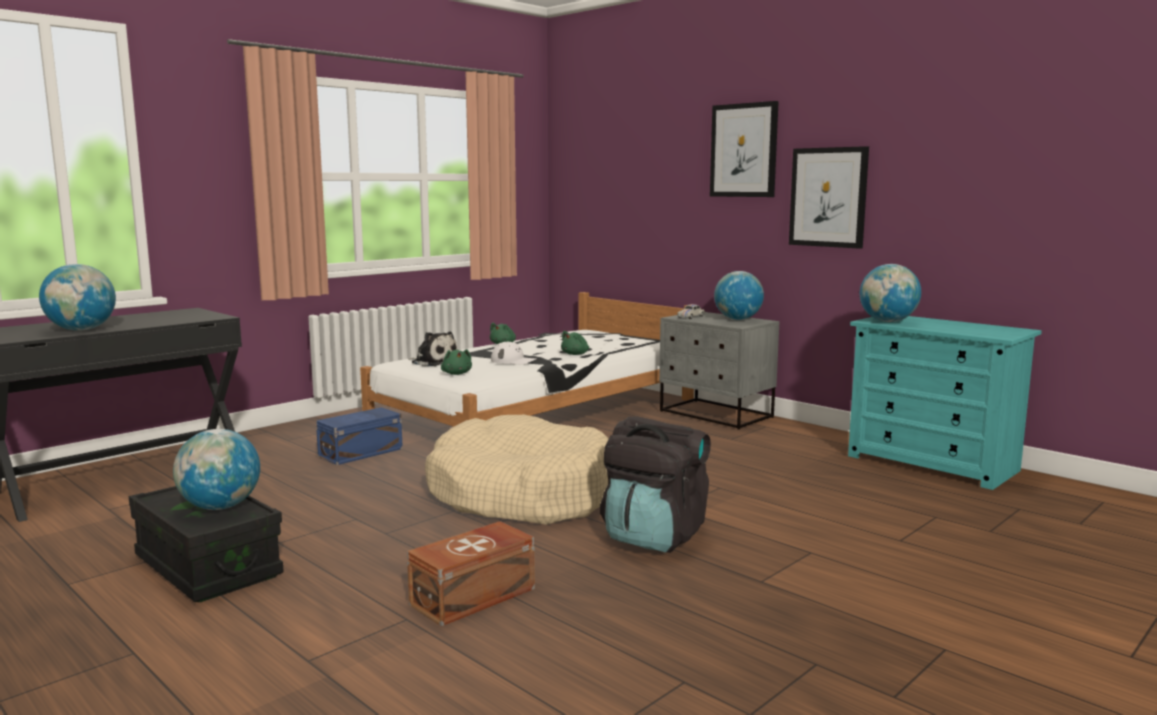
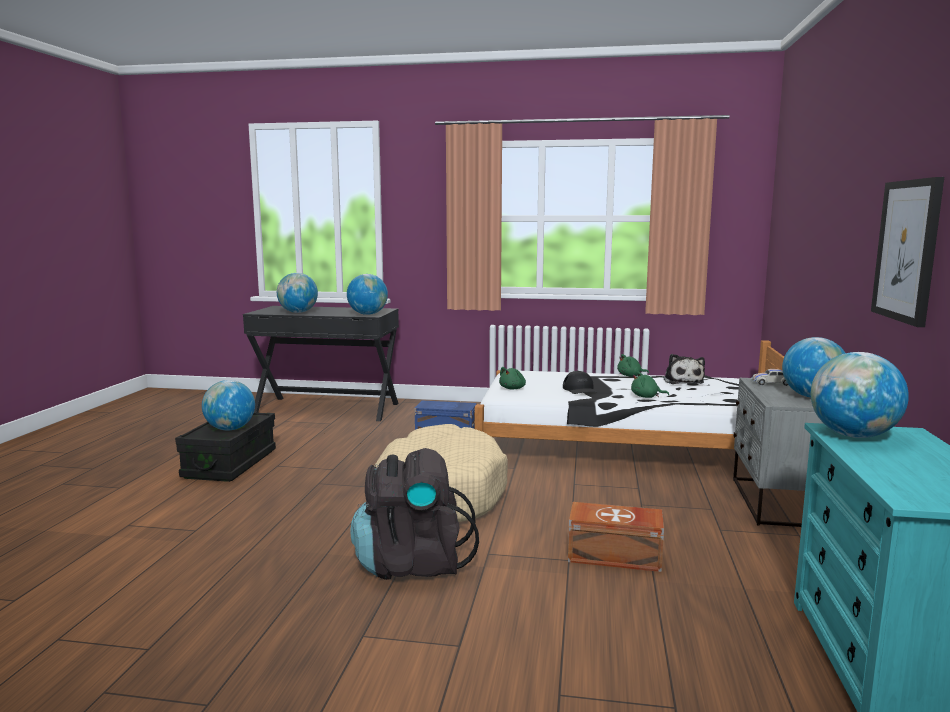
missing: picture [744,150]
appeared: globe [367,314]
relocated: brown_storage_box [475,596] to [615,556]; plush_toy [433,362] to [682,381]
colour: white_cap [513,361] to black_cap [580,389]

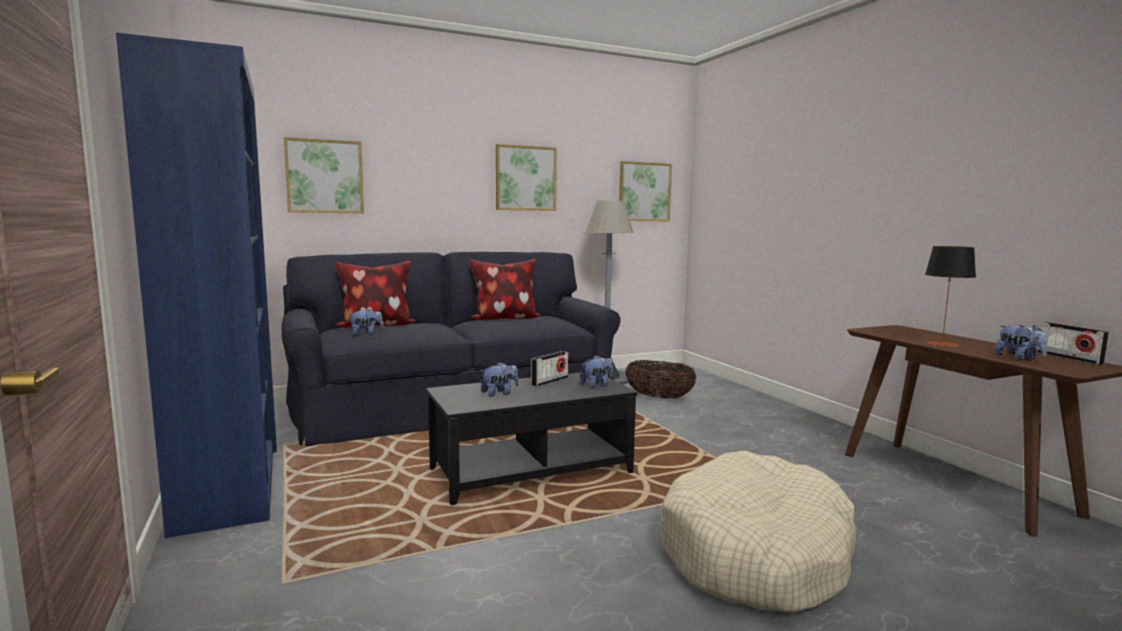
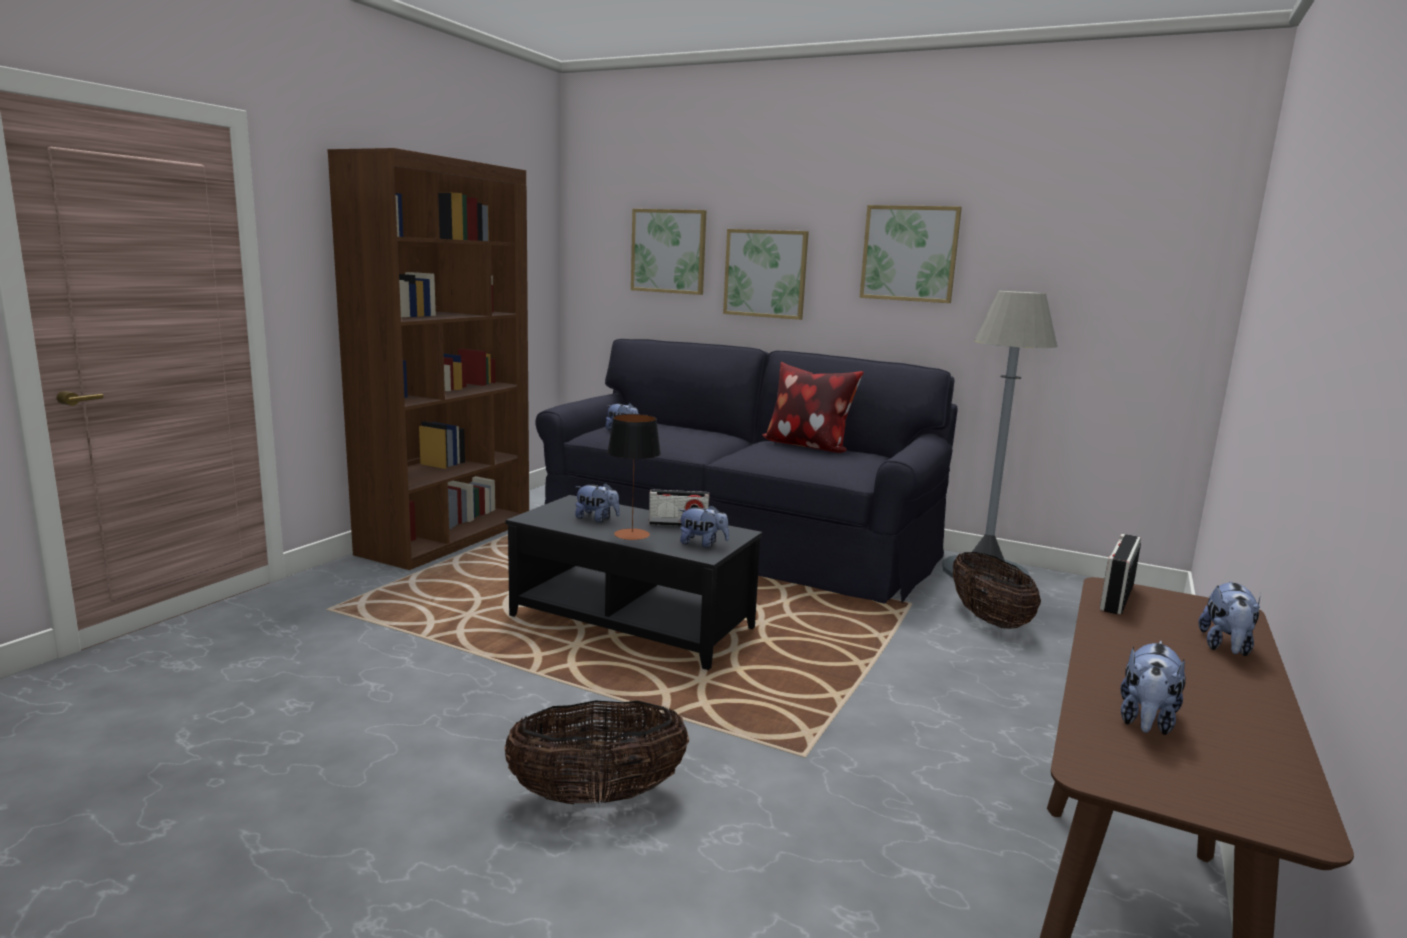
missing: pillow [375,326]
appeared: plush_toy [1226,647]
relocated: picture [644,192] to [765,273]; table_lamp [942,344] to [632,534]; radio [1069,358] to [1116,597]
exchanged: beige_dog_bed [756,554] to basket [597,795]
colour: blue_bookcase [230,484] to brown_bookcase [447,537]

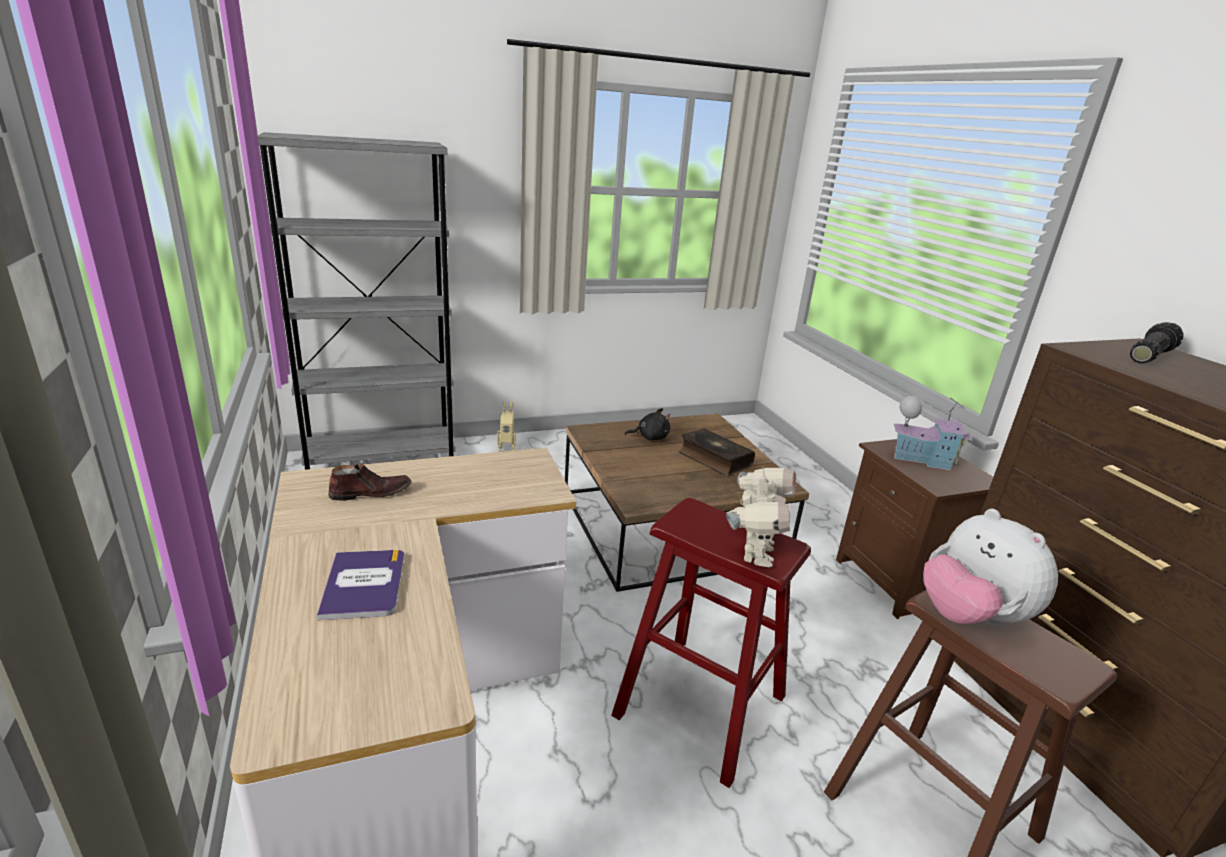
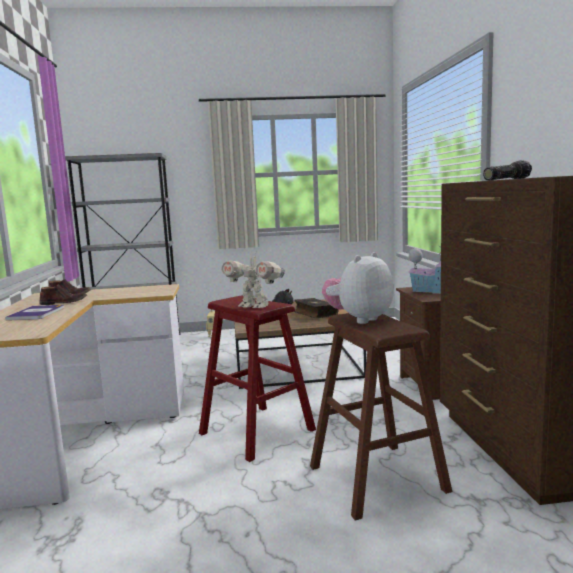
appeared: brown_shoe [64,302]
spun: toy_robot [754,553] = [254,306] 90 degrees clockwise; plush_toy [970,617] = [359,319] 60 degrees clockwise

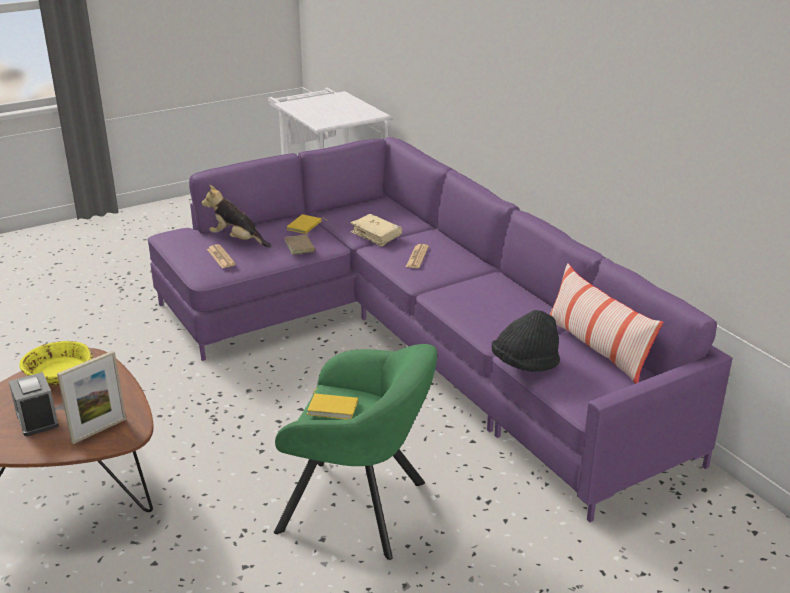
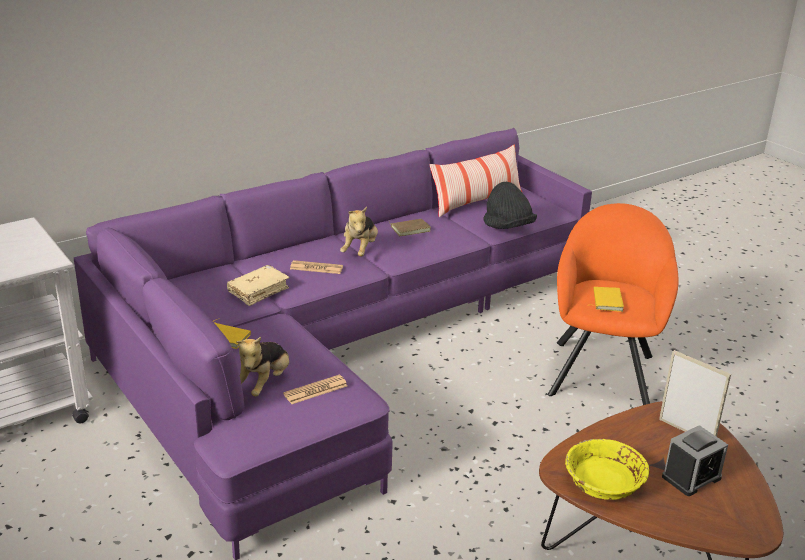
appeared: plush_toy [360,250]
relocated: brown_book [301,246] to [410,229]
colour: green_armchair [360,508] to orange_armchair [602,370]

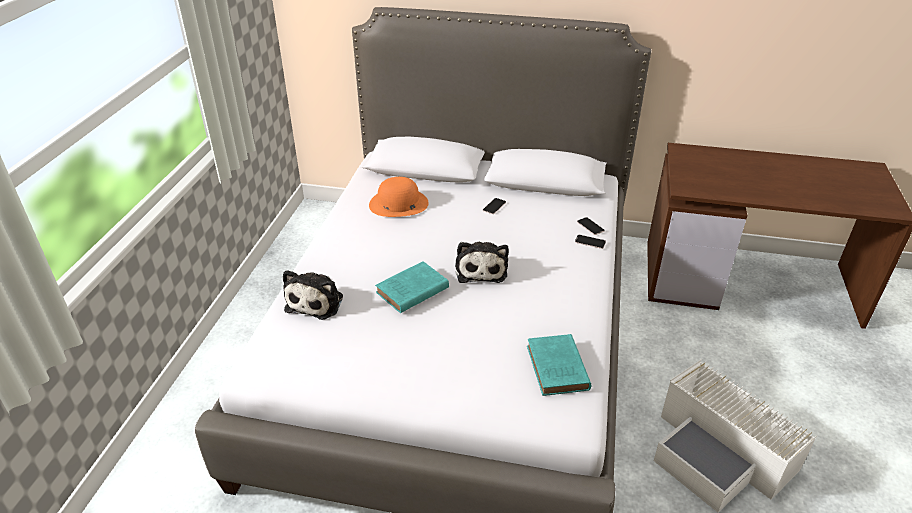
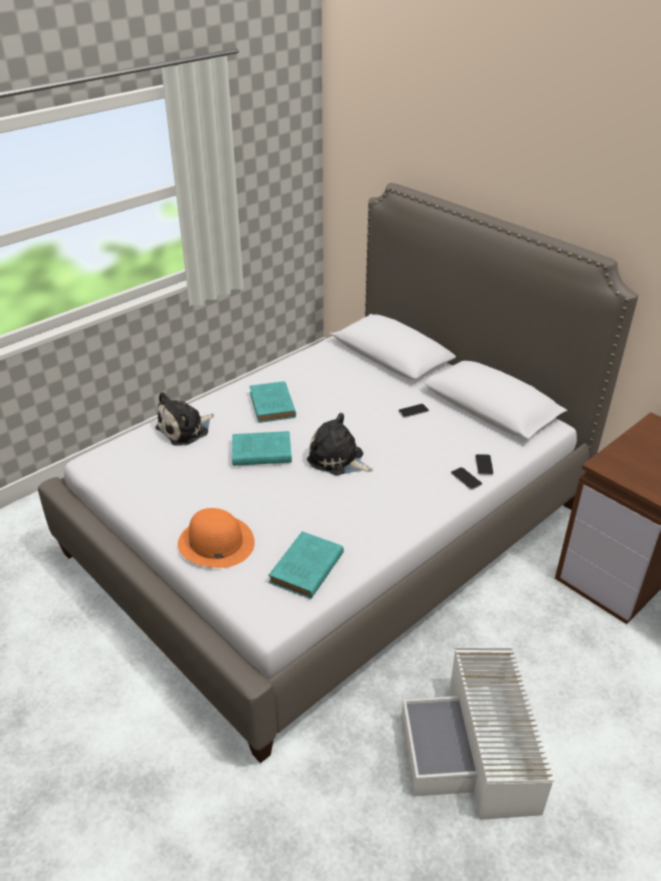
appeared: turquoise_book [272,406]
relocated: orange_hat [398,204] to [215,542]
spun: plush_toy [481,269] = [338,460] 90 degrees clockwise

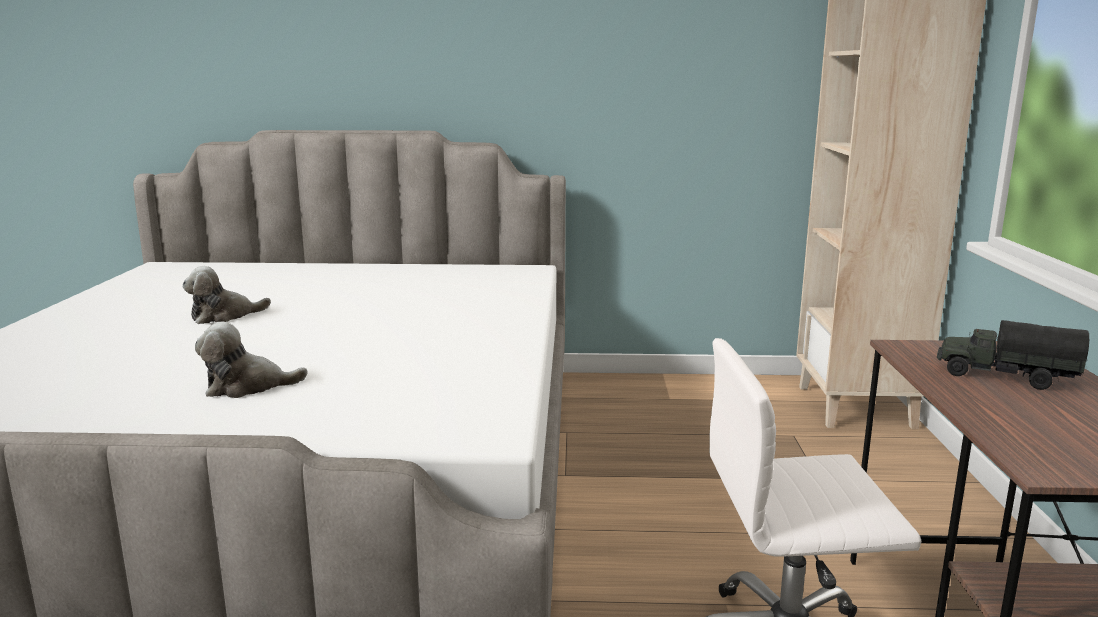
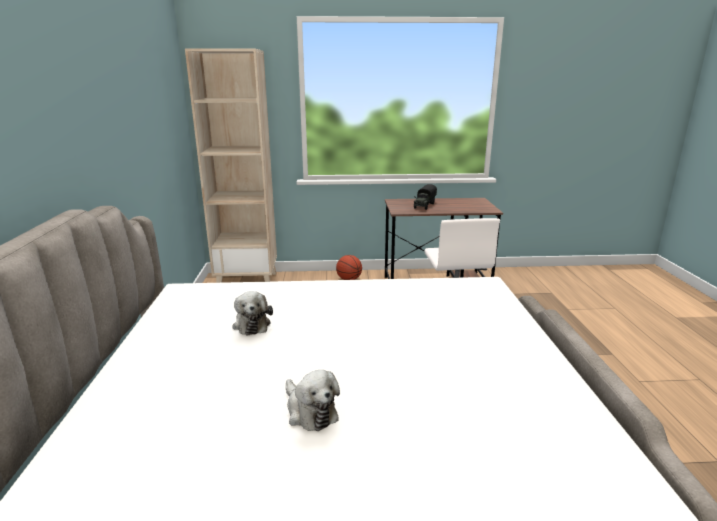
appeared: basketball [349,279]
relocated: plush_toy [247,386] to [252,324]

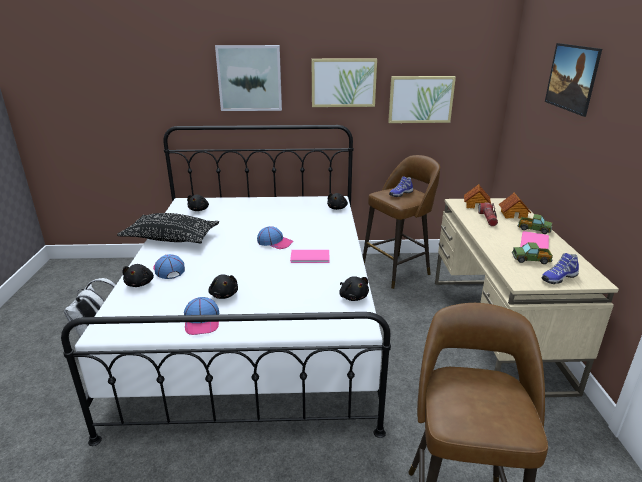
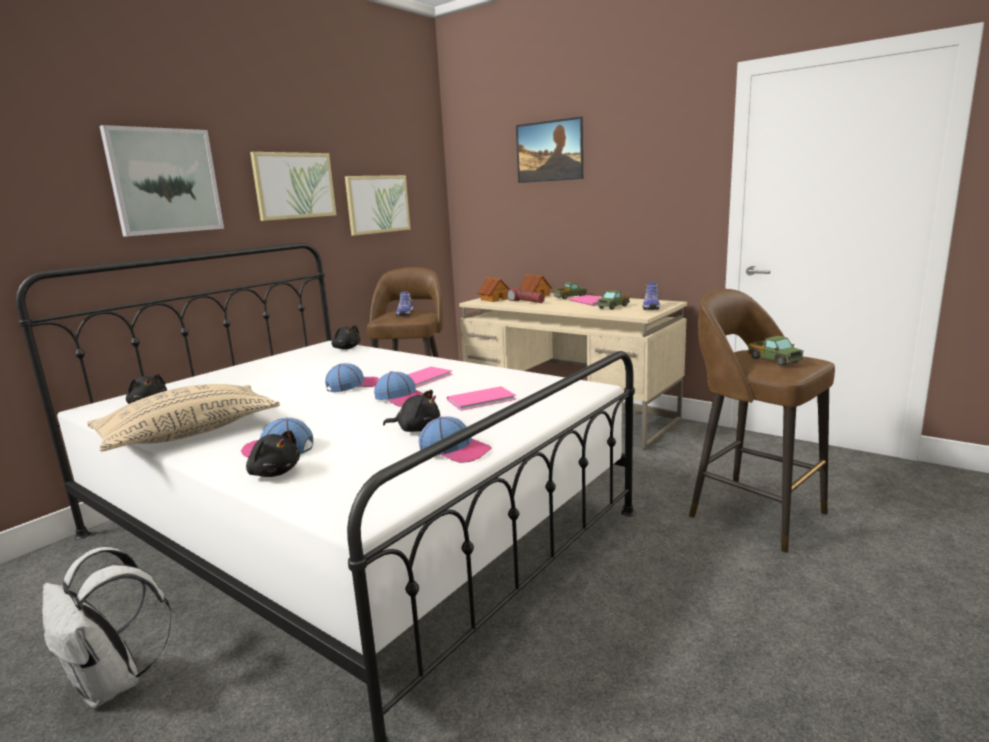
missing: black_plush_toy [353,297]
appeared: cap [402,398]; pink_book [483,400]; toy_truck [774,360]
colour: black_pillow [171,238] to beige_pillow [189,433]

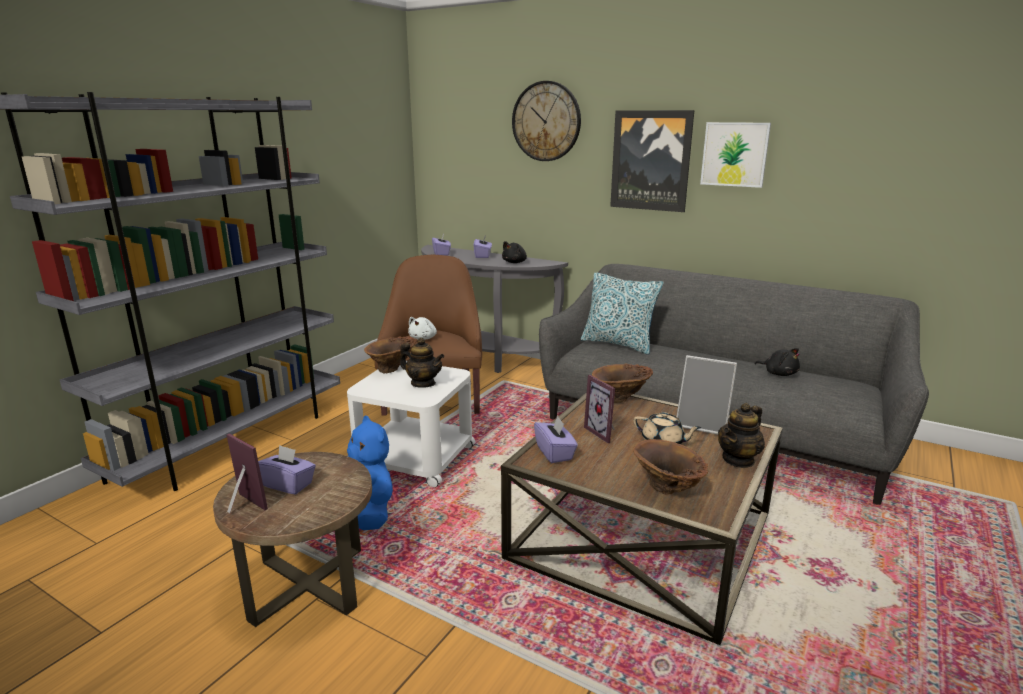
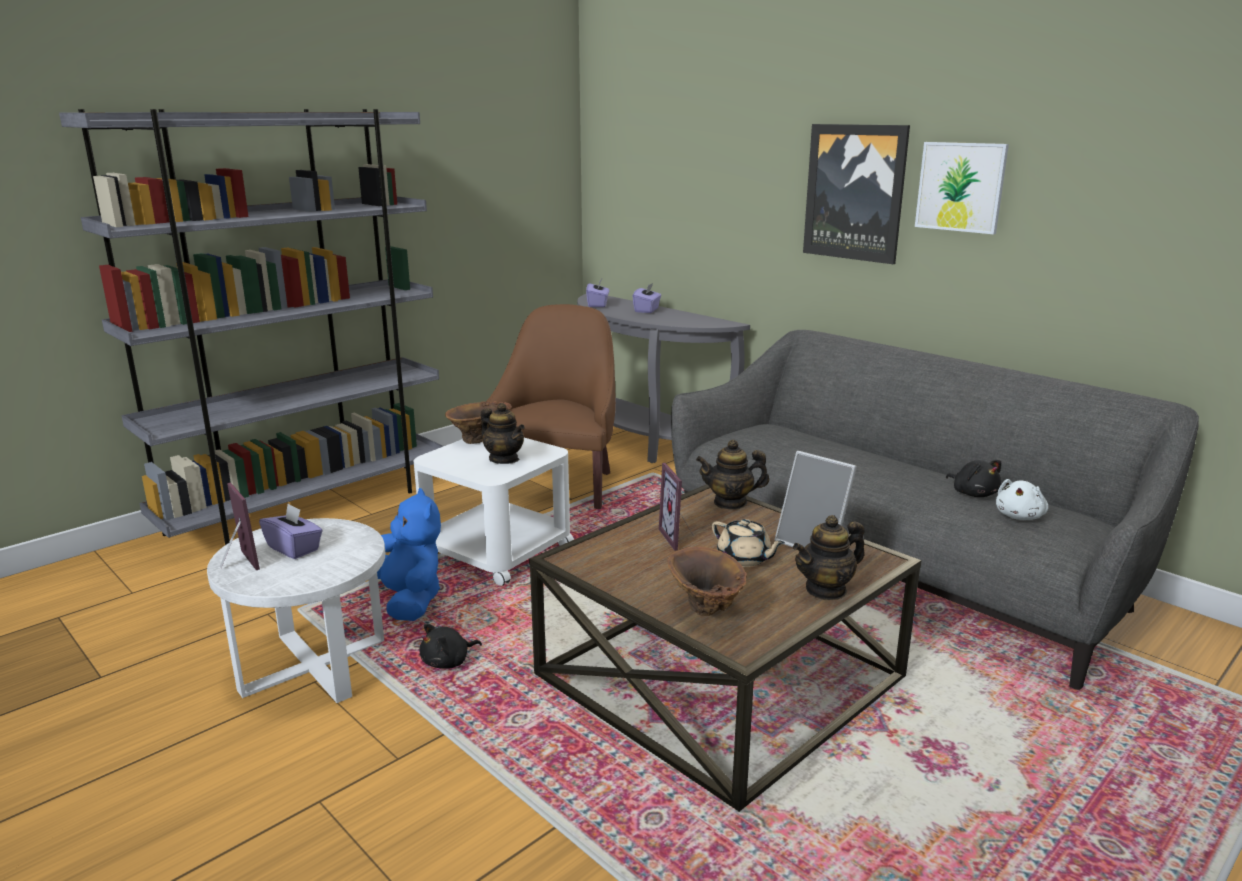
missing: wall_clock [546,121]; purple_tissue_box [555,453]; pillow [618,344]
relocated: white_plush_toy [423,338] to [1019,516]; black_plush_toy [515,262] to [448,662]
exchanged: brown_vase [621,399] to teapot [730,502]
colour: brown_side_table [308,584] to white_side_table [313,665]

